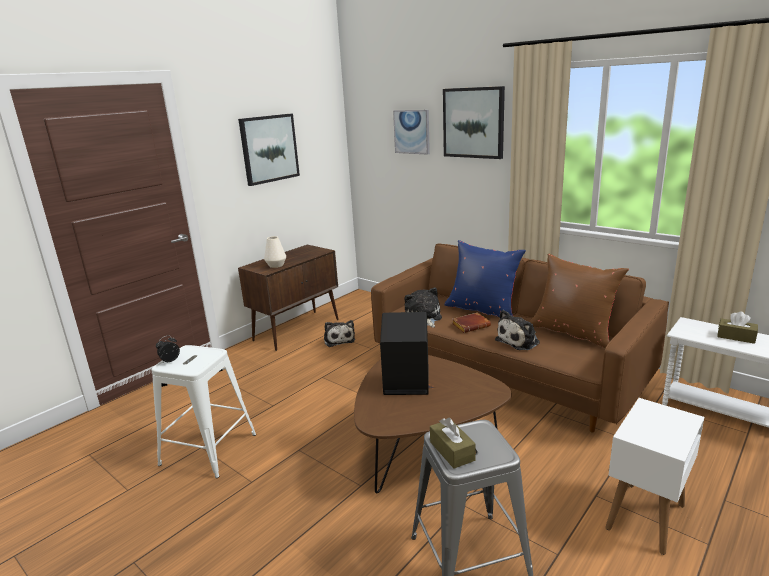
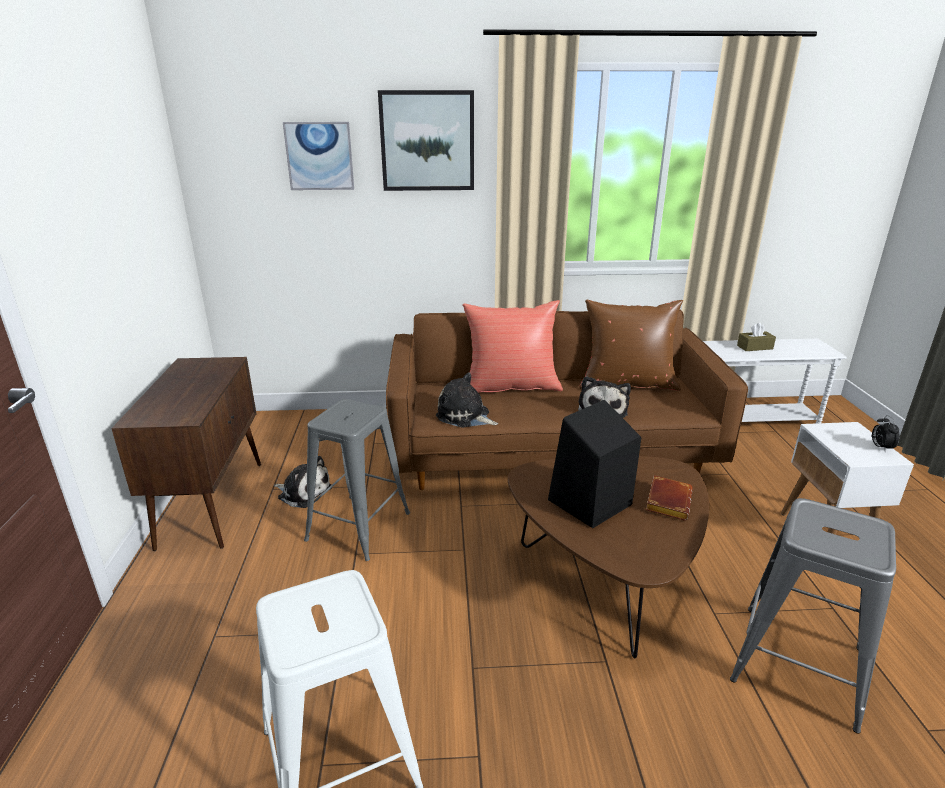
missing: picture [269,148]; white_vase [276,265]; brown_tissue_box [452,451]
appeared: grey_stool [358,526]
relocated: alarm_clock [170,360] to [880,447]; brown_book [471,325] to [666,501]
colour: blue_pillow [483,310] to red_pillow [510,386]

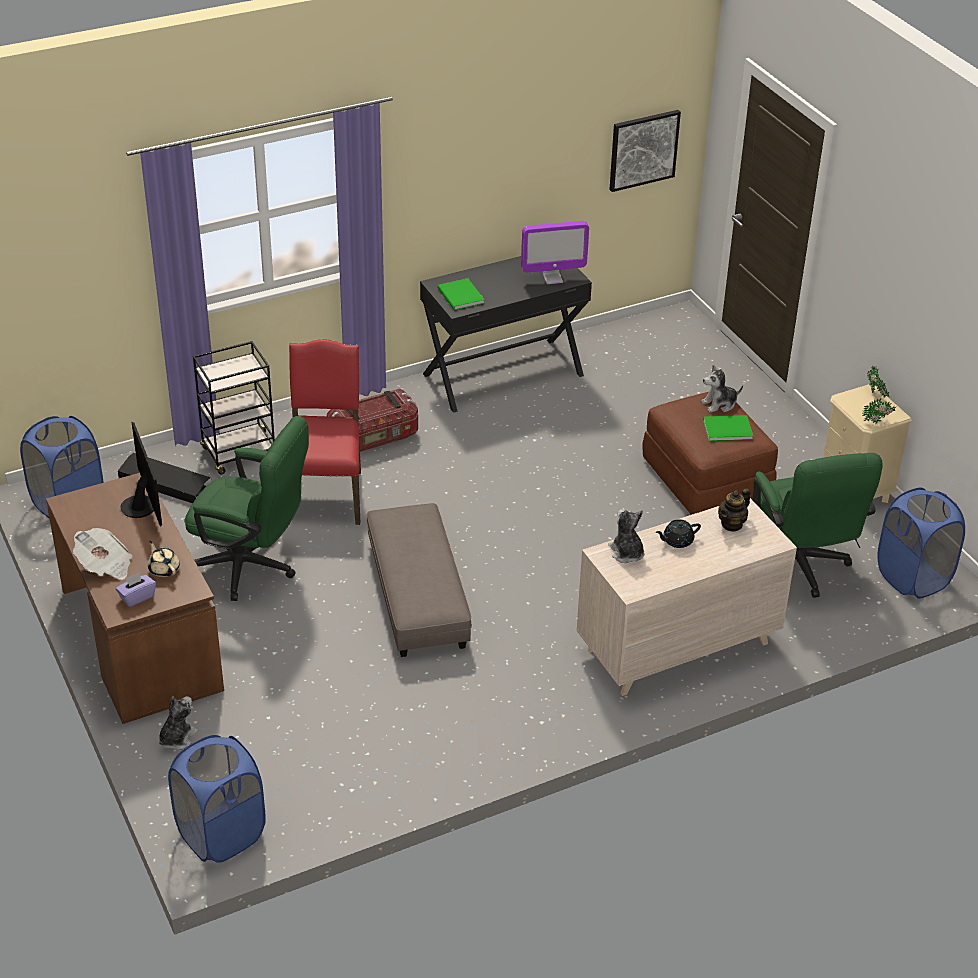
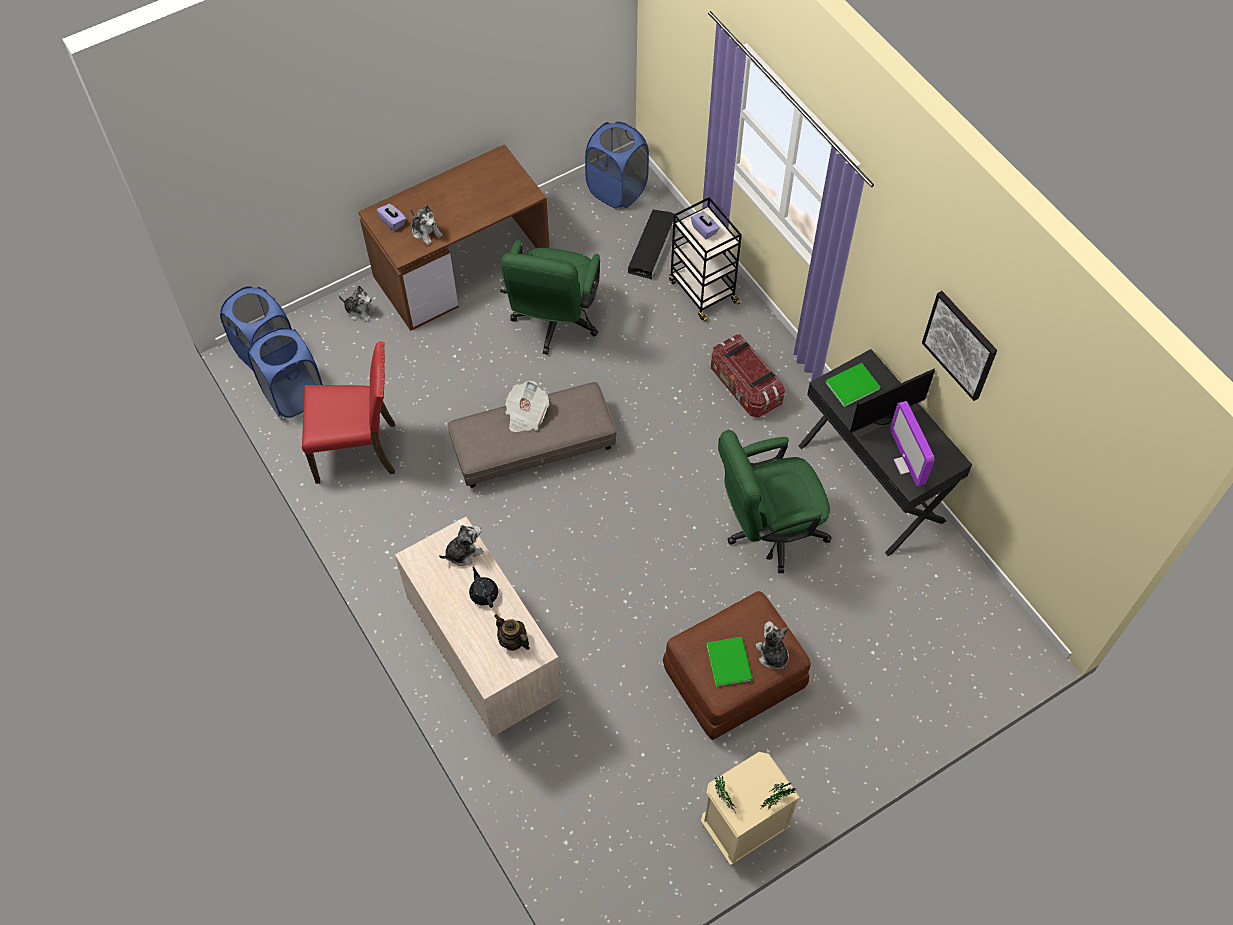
appeared: purple_tissue_box [704,230]
relocated: newspaper [105,566] to [525,414]; monitor [142,506] to [882,414]; red_chair [325,494] to [358,450]; picture [643,149] to [960,345]; green_office_chair [799,568] to [767,531]; blue_laundry_basket [913,577] to [294,395]
exchanged: beige_teapot [164,569] to plush_toy [426,232]

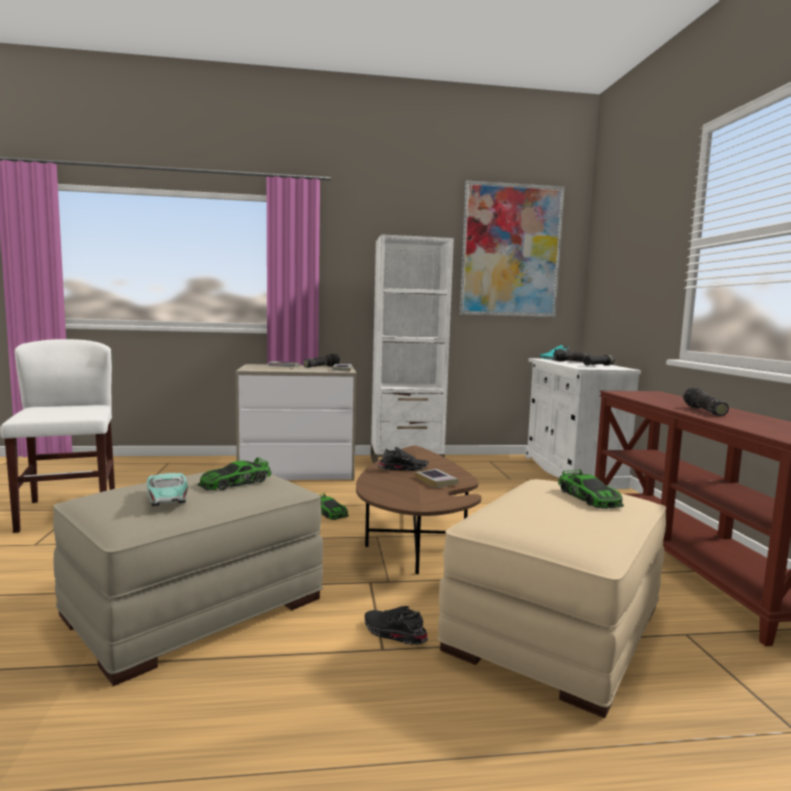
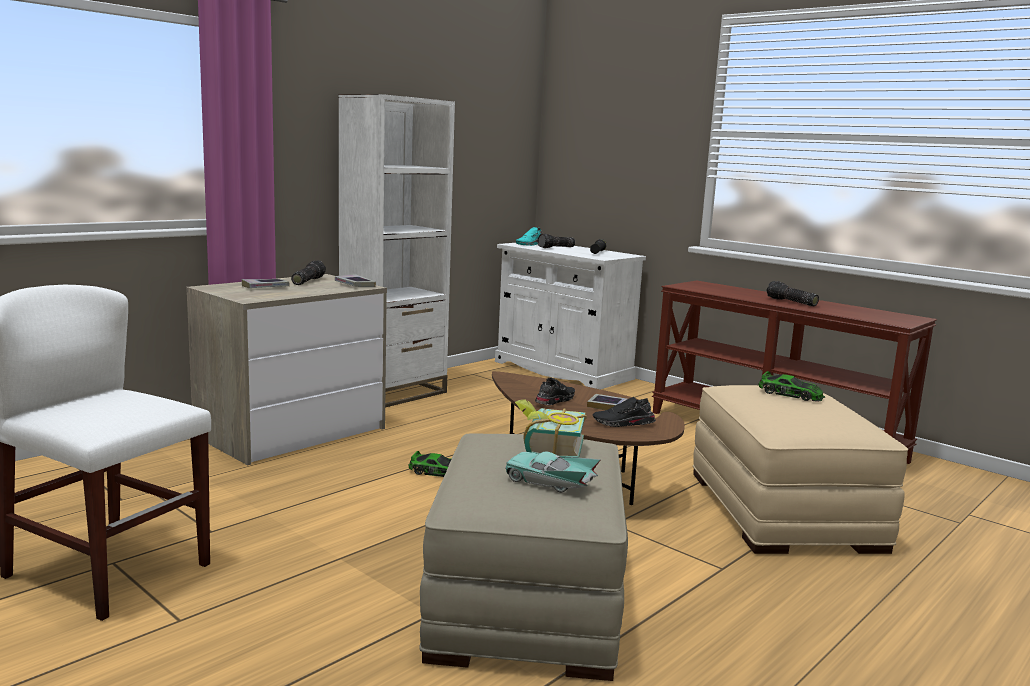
missing: picture [510,251]
relocated: black_shoe [393,634] to [623,424]
exchanged: toy_car [234,482] to book [546,450]

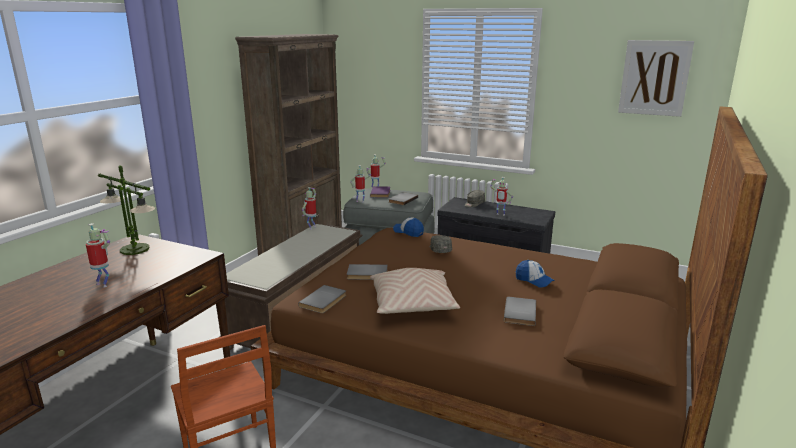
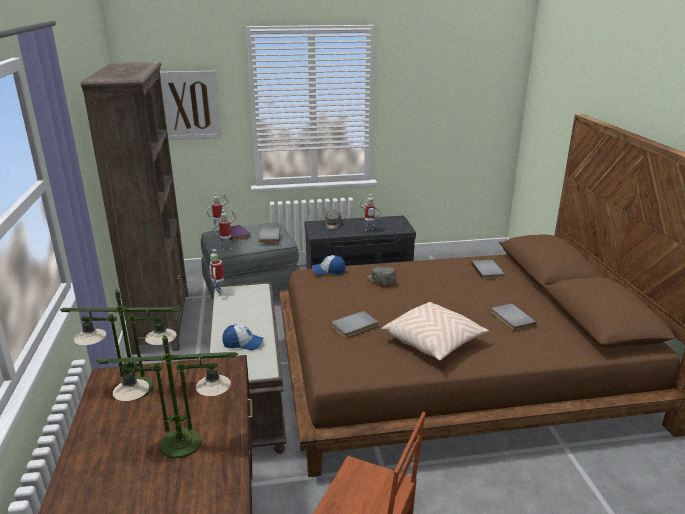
relocated: grey_book [324,301] to [488,270]; cap [534,280] to [243,343]; picture [654,78] to [190,105]
exchanged: toy_robot [104,284] to table_lamp [181,444]

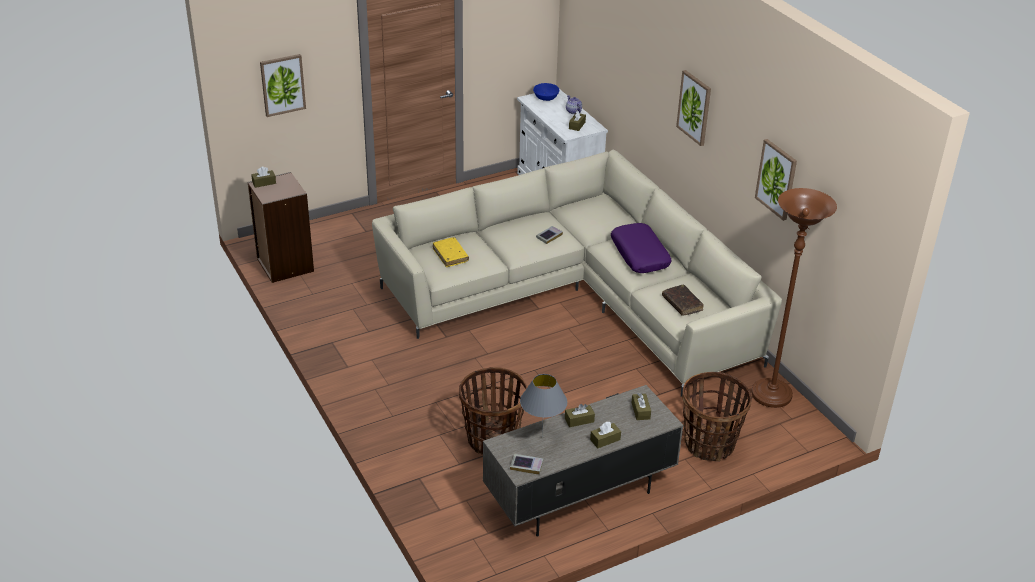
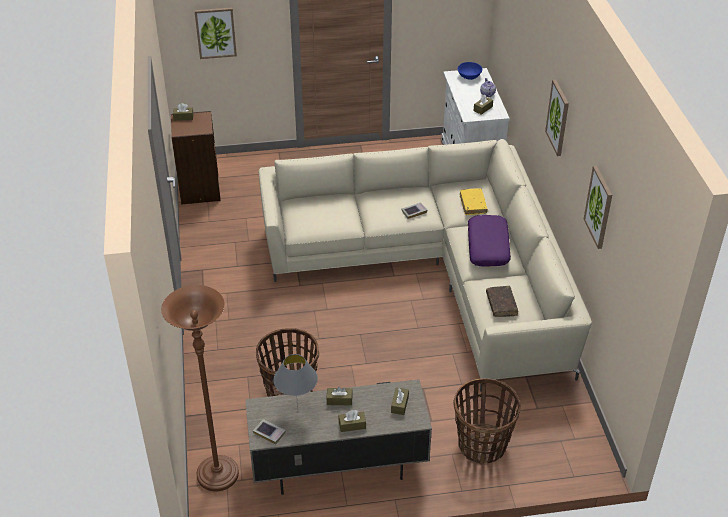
relocated: yellow_book [450,255] to [473,204]; brown_floor_lamp [771,395] to [218,475]

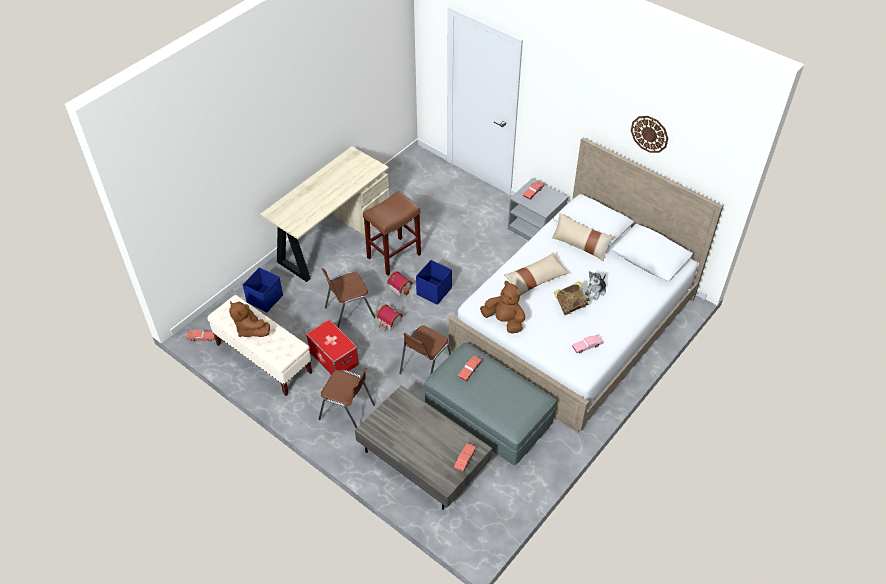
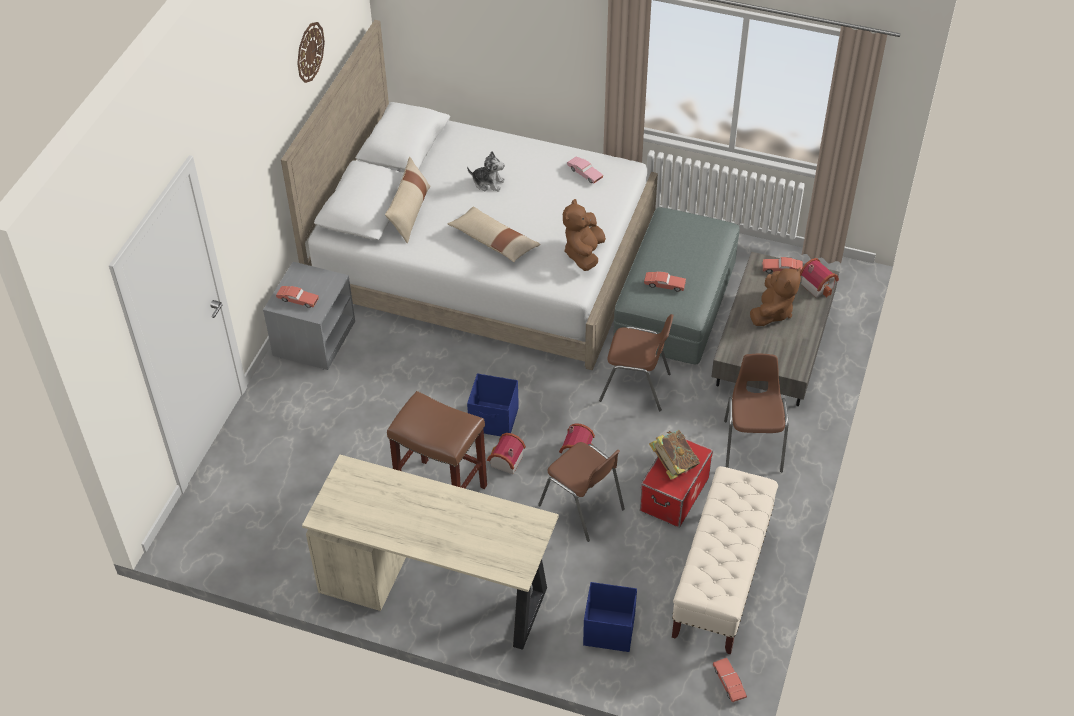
appeared: toy_house [818,284]
relocated: brown_plush_toy [250,329] to [772,312]; book [570,306] to [673,464]

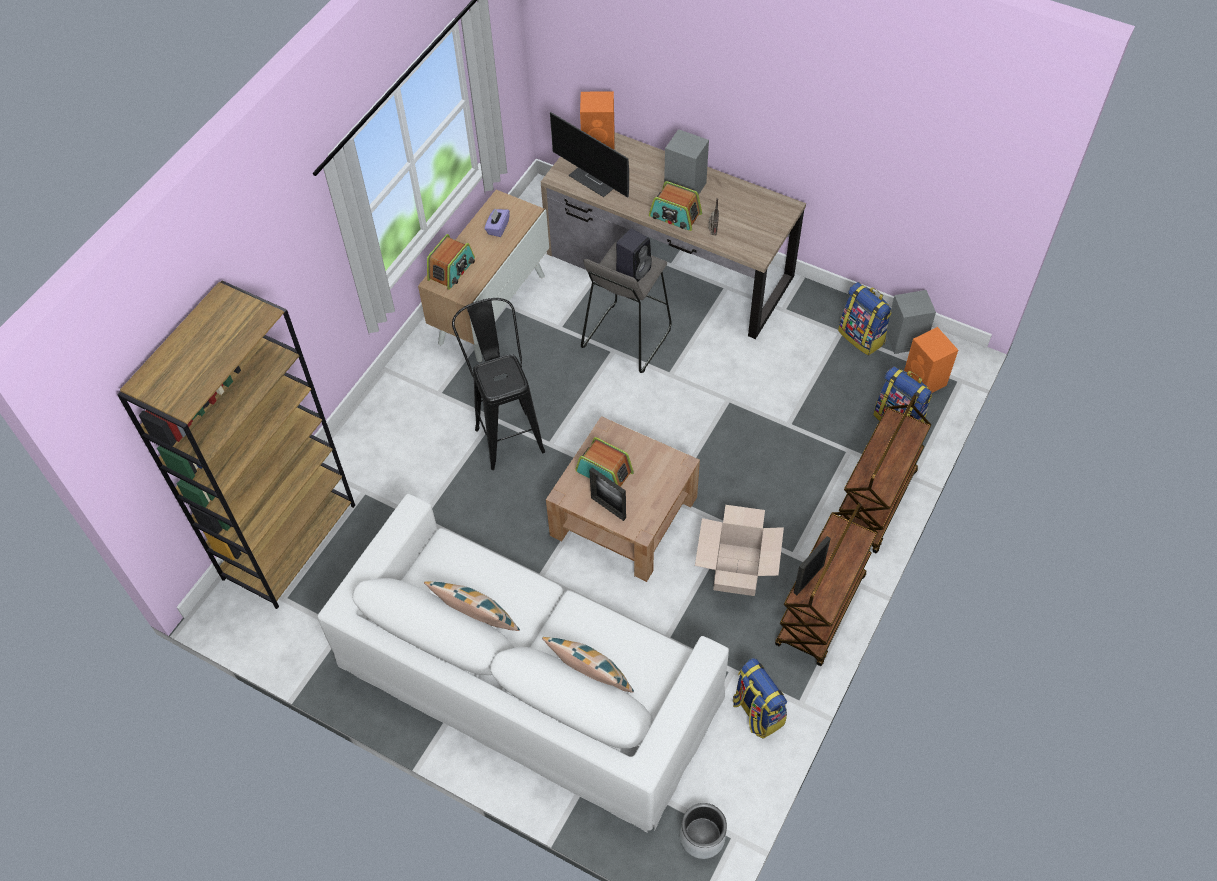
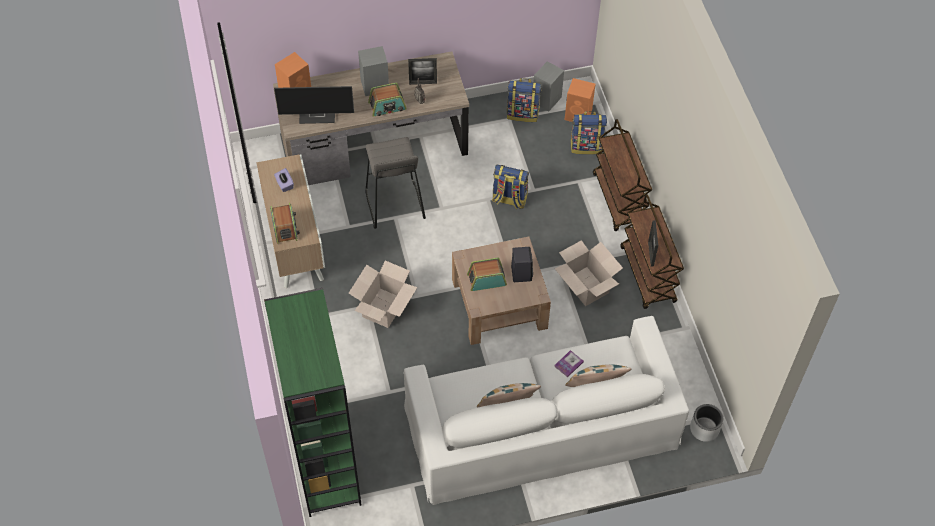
appeared: book [568,364]
relocated: picture_frame [608,508] to [423,83]; black_speaker [634,270] to [521,273]; backpack [757,712] to [509,199]
exchanged: black_stool [506,432] to cardboard_box [383,308]
colour: brown_bookcase [289,540] to green_bookcase [325,464]

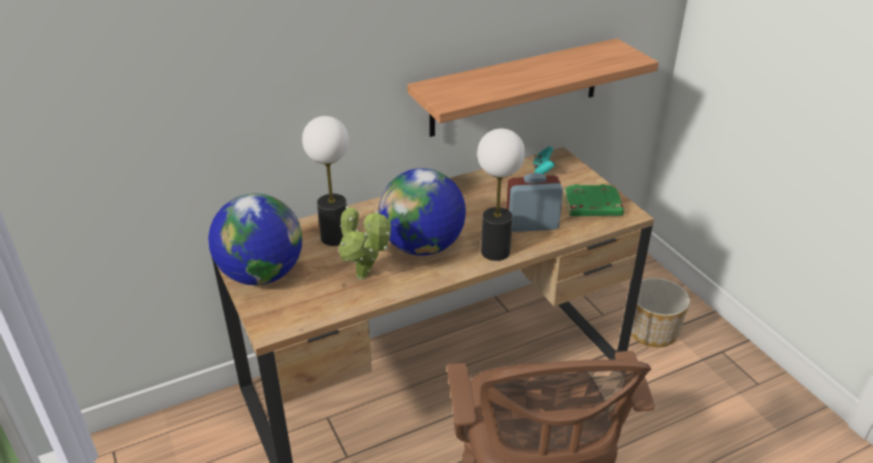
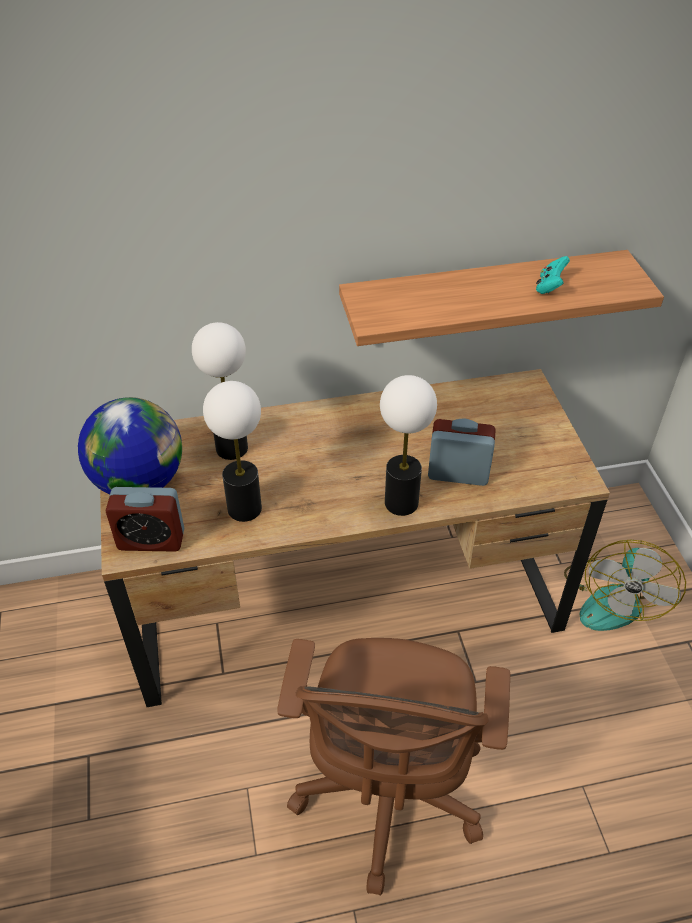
missing: globe [422,247]; green_book [591,206]
appeared: alarm_clock [151,540]
relocated: turquoise_game_controller [542,170] to [549,287]
exchanged: potted_plant [365,278] to table_lamp [245,508]; planter [652,331] to fan [612,598]

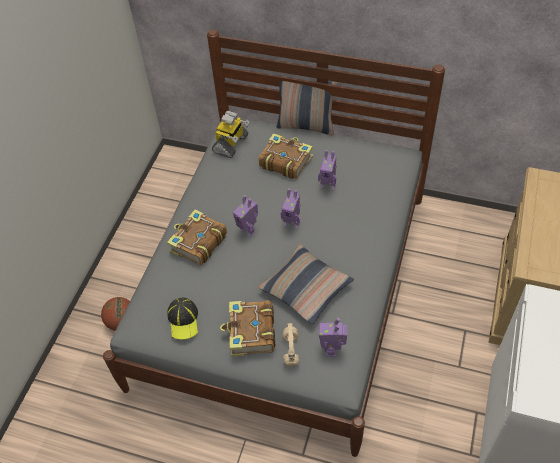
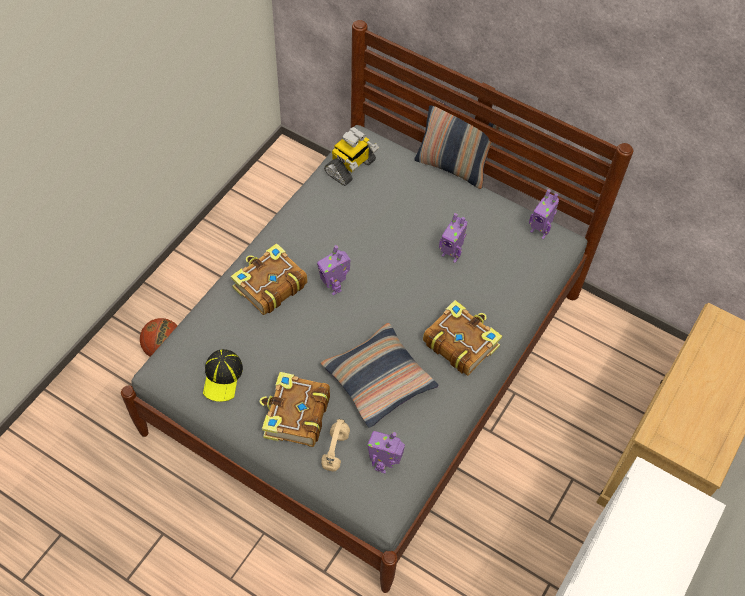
relocated: book [285,161] to [460,343]; toy_robot [292,224] to [539,231]

